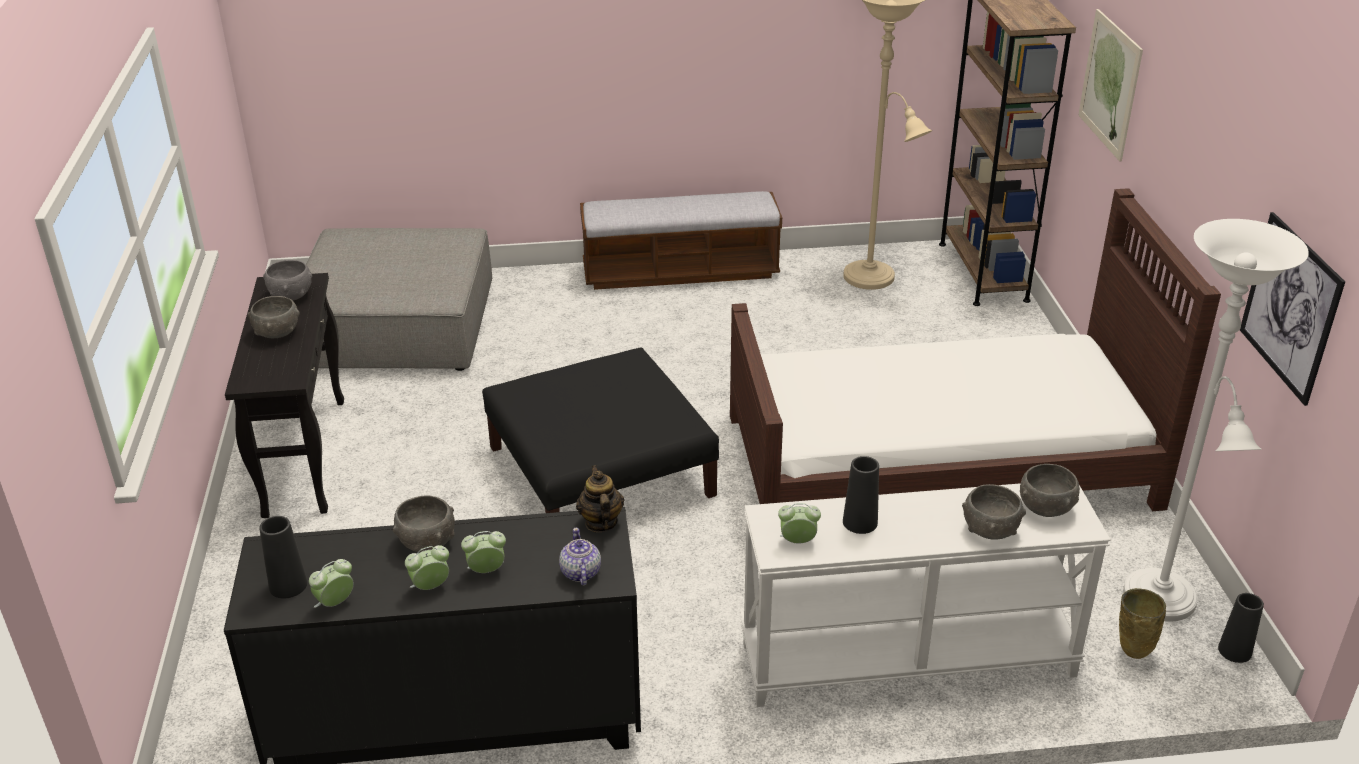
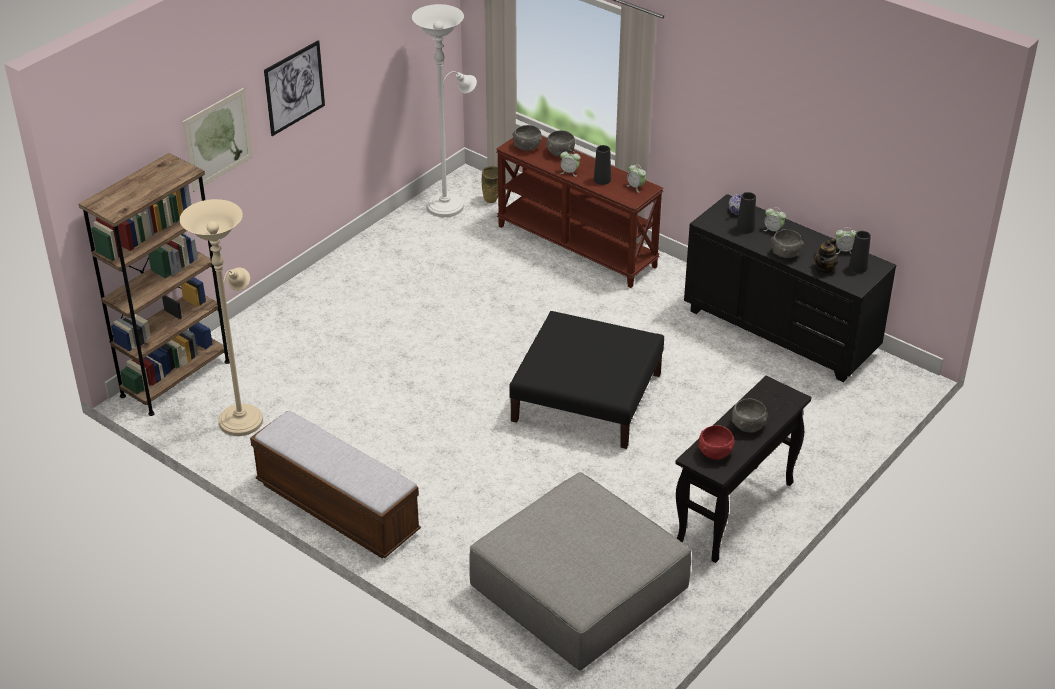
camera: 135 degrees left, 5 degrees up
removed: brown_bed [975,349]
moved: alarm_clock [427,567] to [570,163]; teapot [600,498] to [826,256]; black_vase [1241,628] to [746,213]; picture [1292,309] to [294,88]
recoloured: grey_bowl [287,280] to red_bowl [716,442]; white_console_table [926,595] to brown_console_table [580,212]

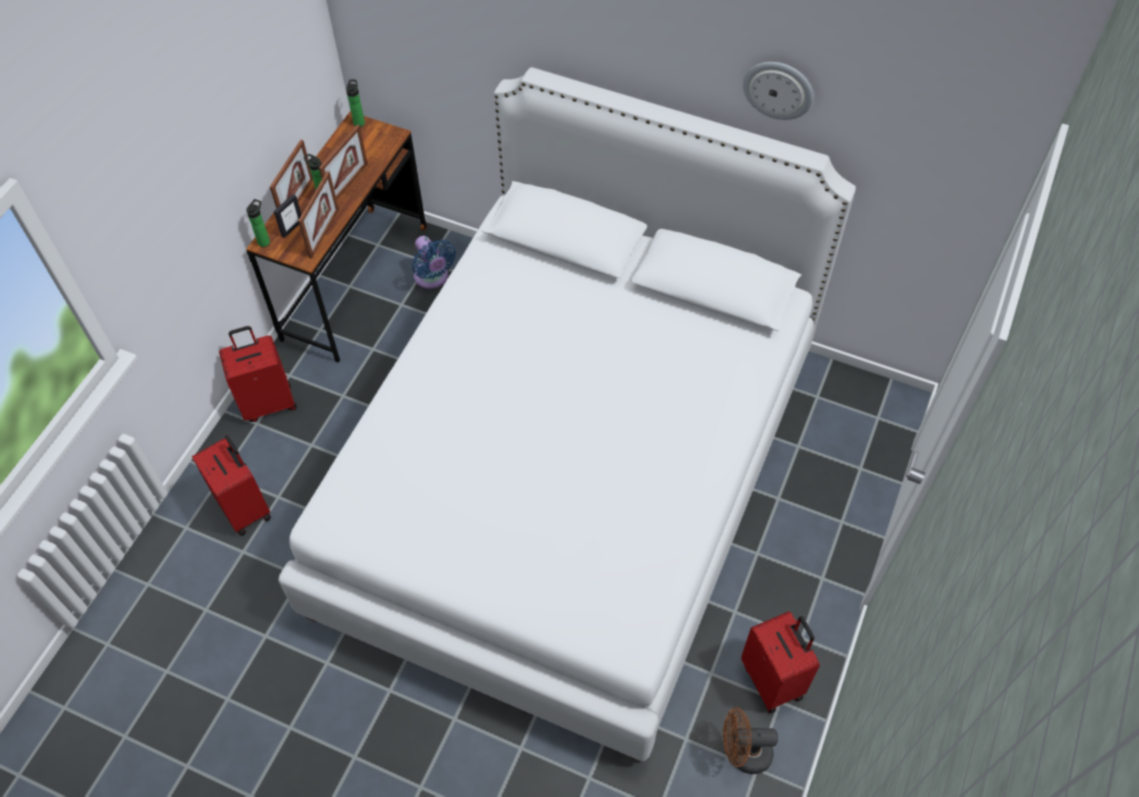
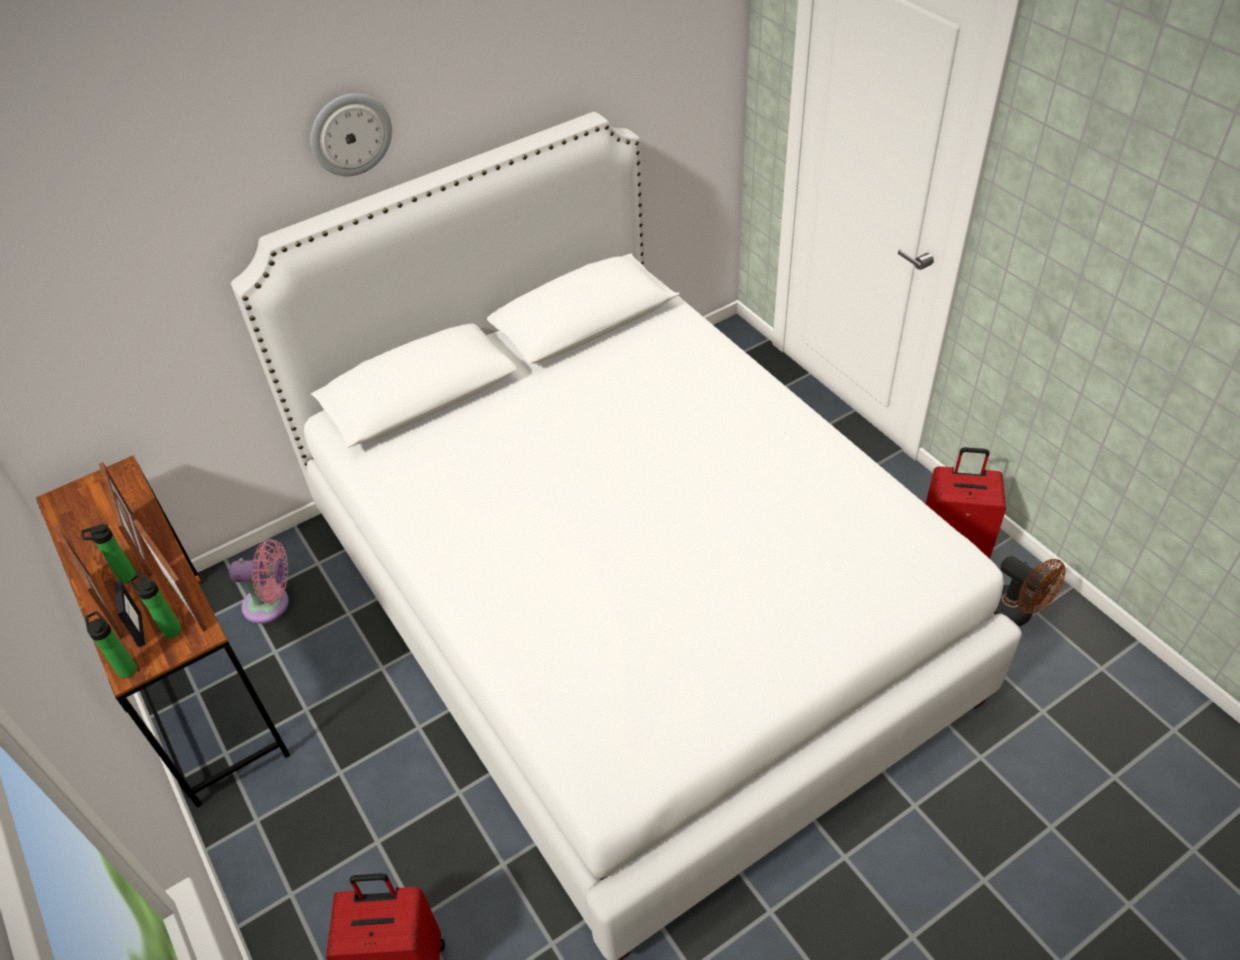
camera: 55 degrees left, 10 degrees down
removed: red_suitcase [258,374]
moved: bottle [355,103] to [155,605]; wall_clock [778,91] to [351,134]
recoloured: blue_fan [434,262] to pink_fan [259,581]
turned: brown_fan [750,740] = [1030,591] 75 degrees counterclockwise

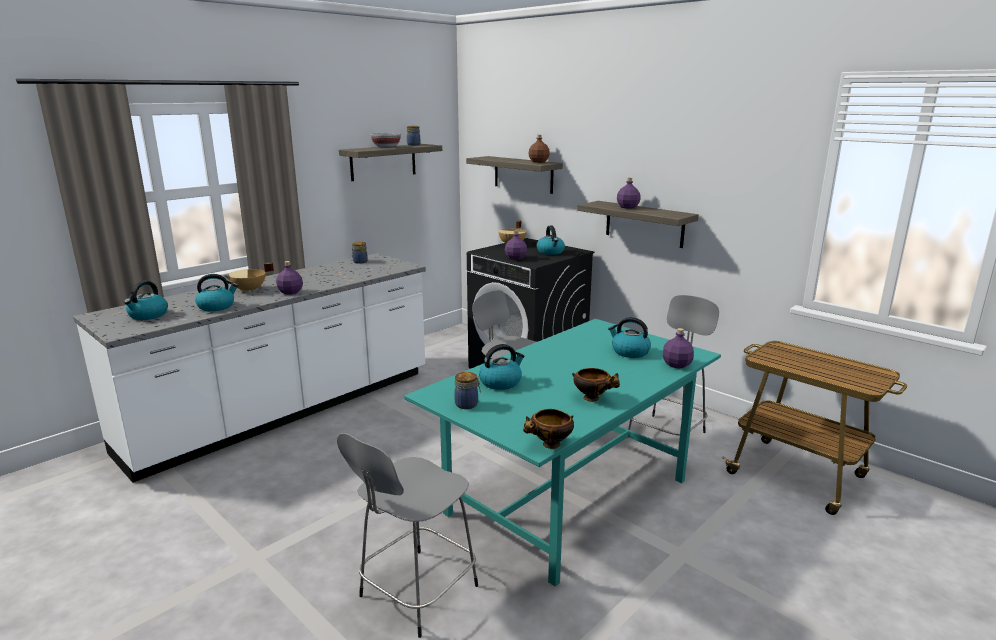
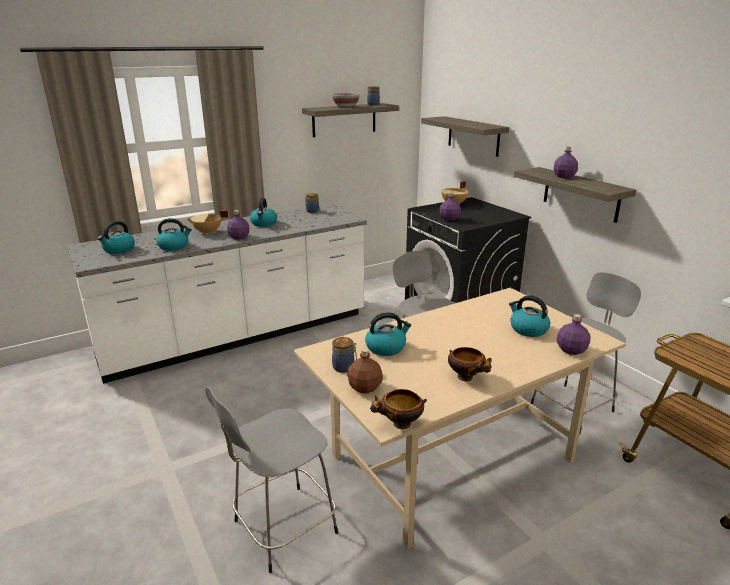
camera: 15 degrees right, 5 degrees up
moved: brown_bottle [539,149] to [365,371]; kettle [551,240] to [263,212]
recoloured: turquoise_dining_table [562,453] to beige_dining_table [459,418]

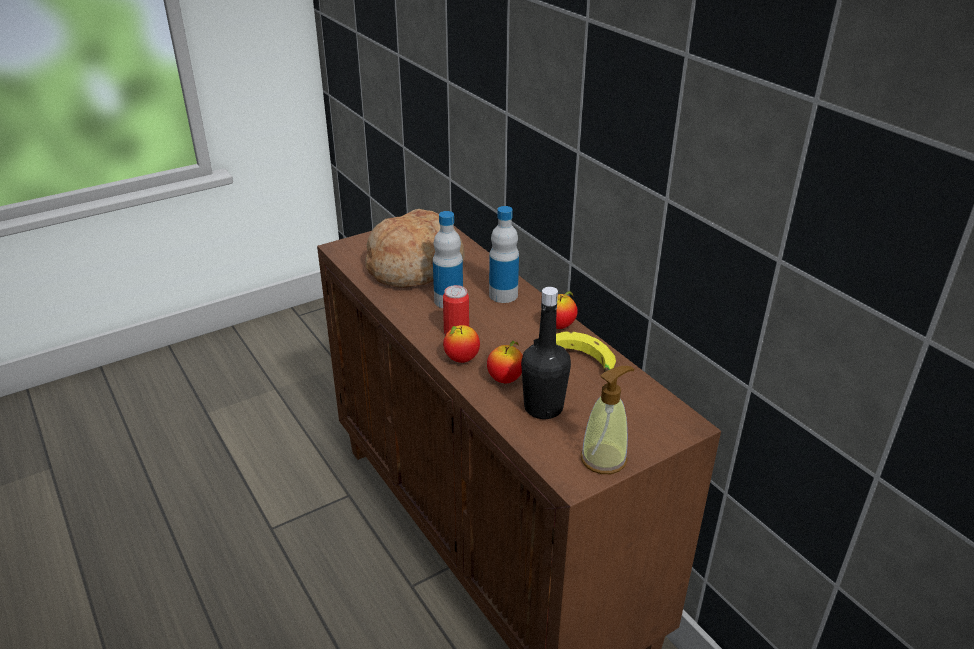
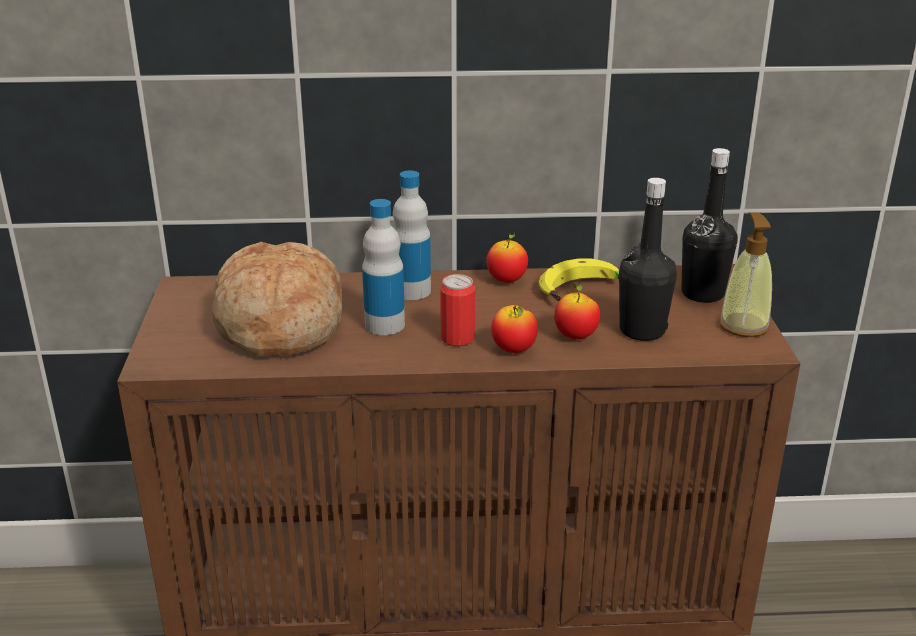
camera: 60 degrees left, 5 degrees down
added: black_bottle [709,225]

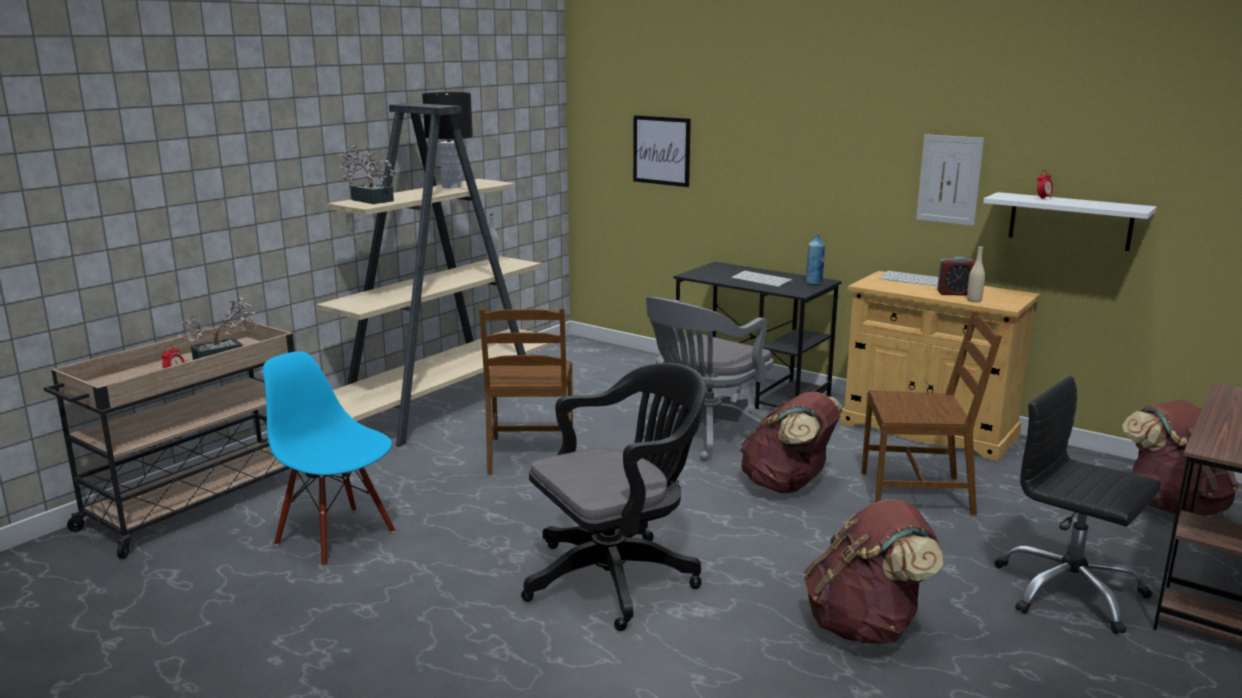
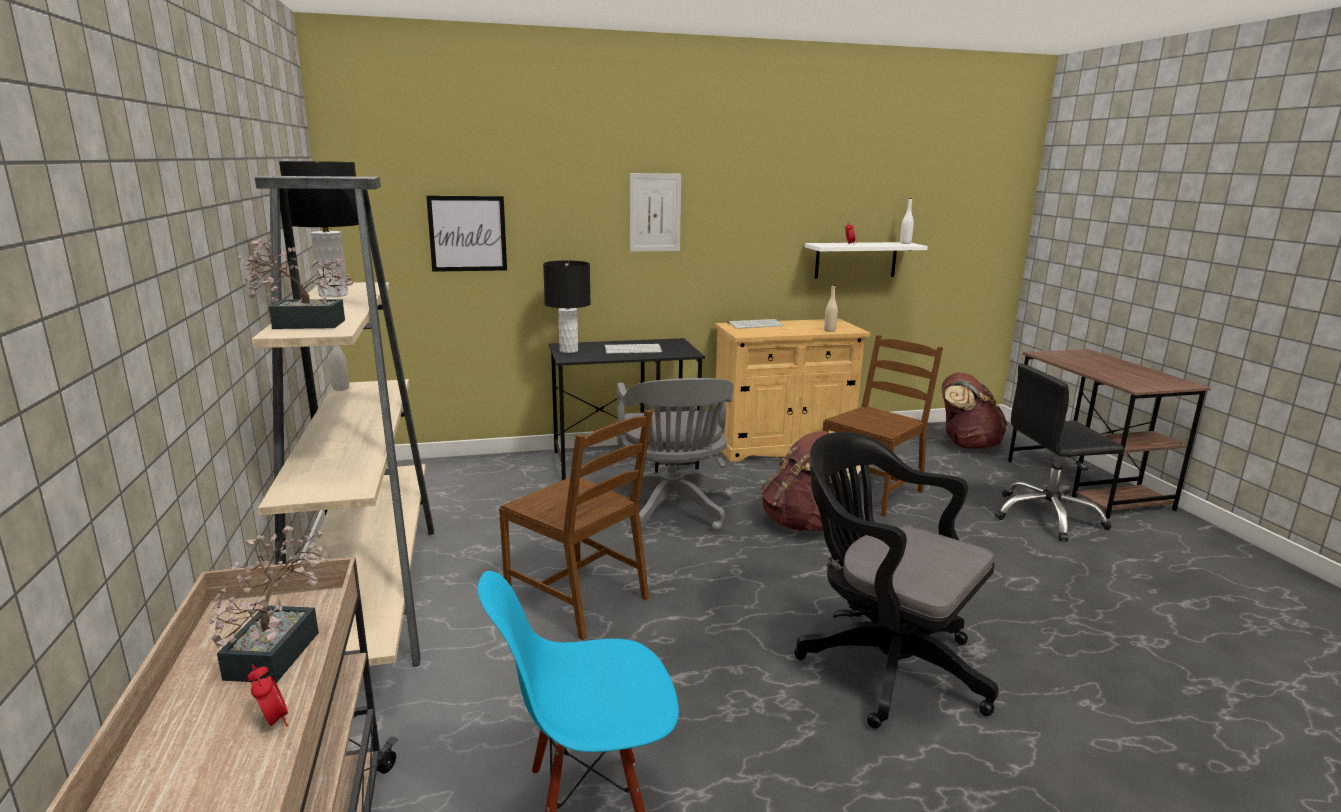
camera: 50 degrees left, 0 degrees up
removed: brown_backpack [873,571]; blue_bottle [815,259]; alarm_clock [956,276]
added: black_table_lamp [567,306]; white_bottle [907,221]
moved: picture [950,180] to [655,212]
turned: black_office_chair [613,497] = [896,580] 60 degrees counterclockwise

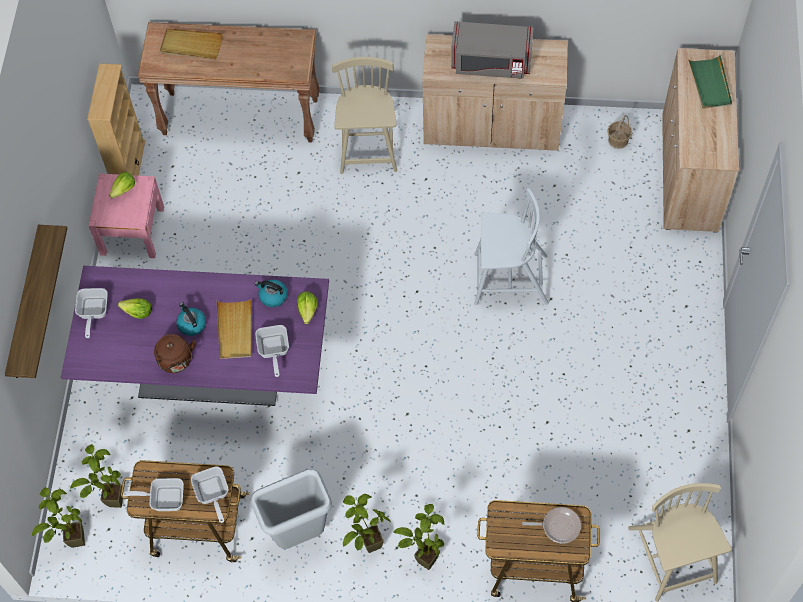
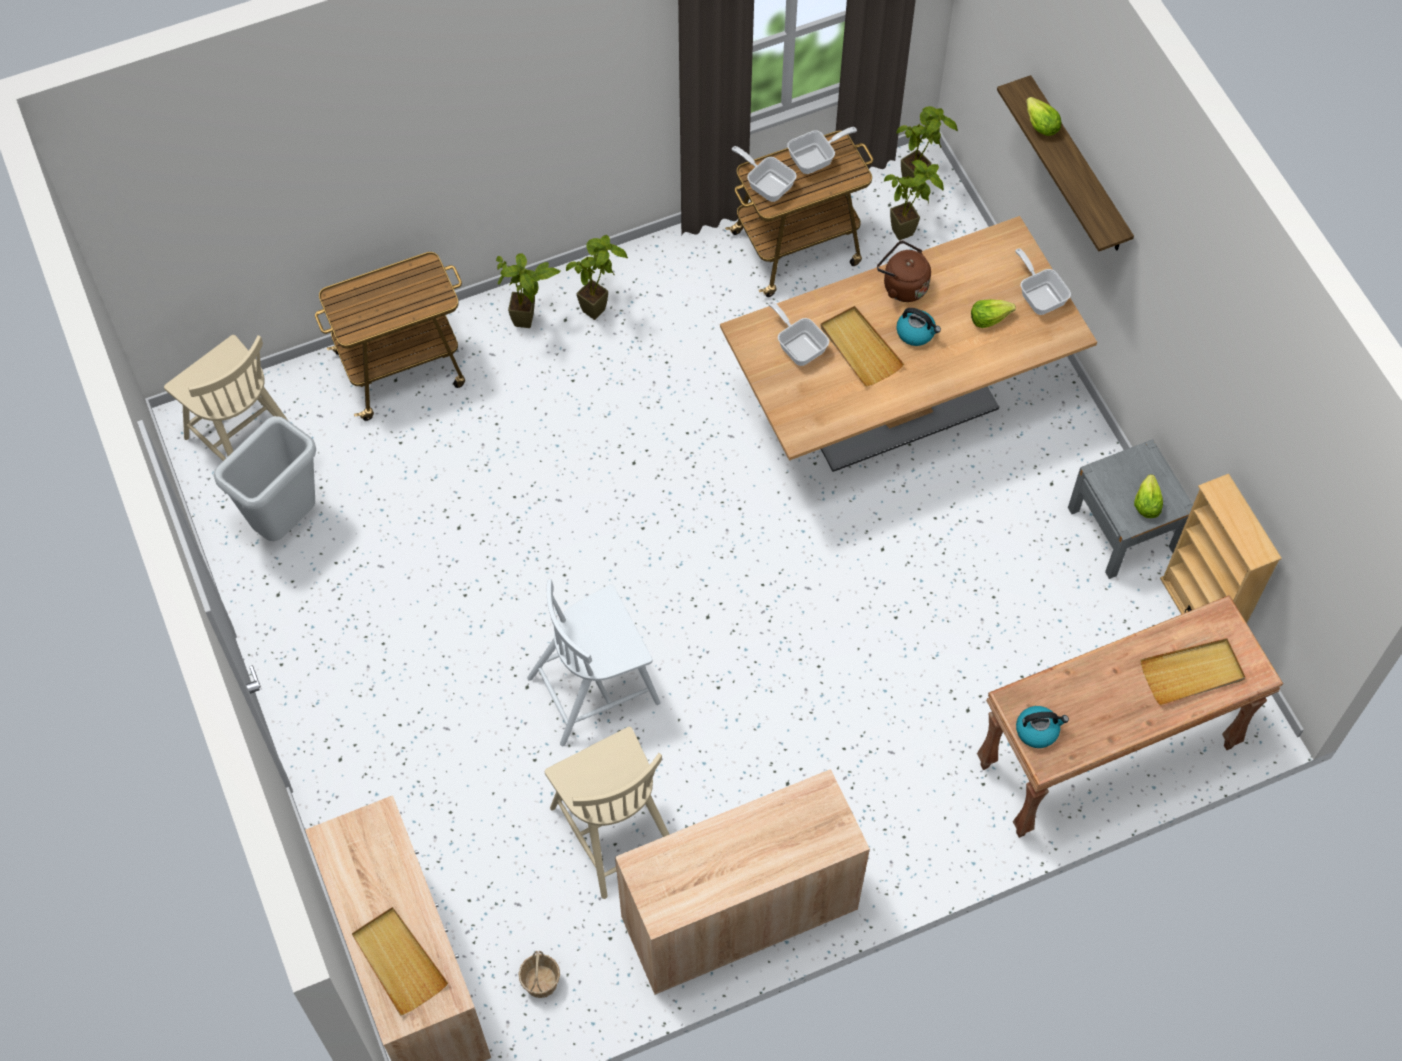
camera: 150 degrees right, 0 degrees up
removed: grey_microwave [492,50]; frying_pan [551,525]
moved: grey_trash_can [291,509] to [264,478]; kettle [271,293] to [1042,727]; lettuce [307,307] to [1044,116]; beige_chair [364,115] to [607,813]
recoloured: purple_dining_table [195,336] to beige_dining_table [908,344]; pink_nightstand [126,215] to grey_nightstand [1130,509]; green_tray [710,82] to beige_tray [400,961]

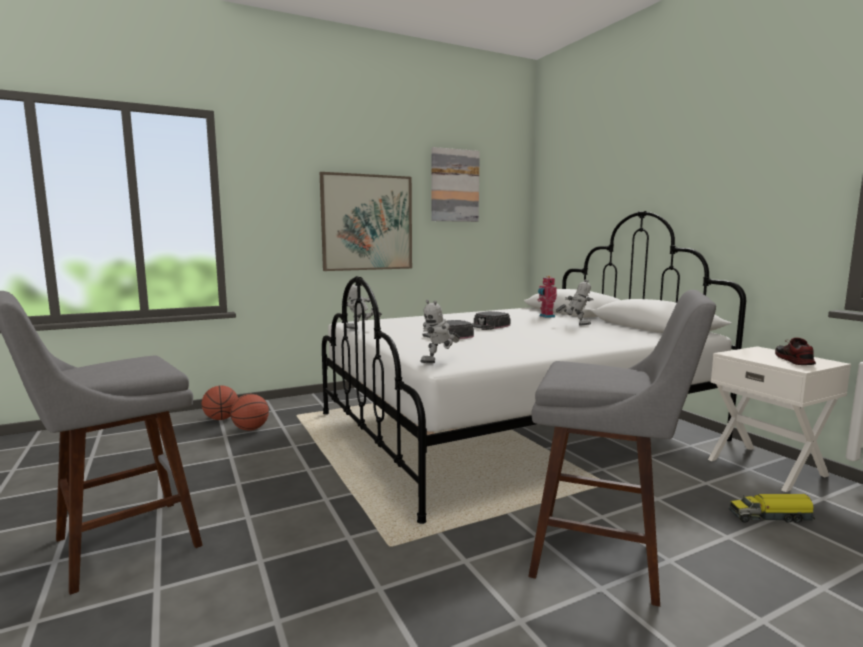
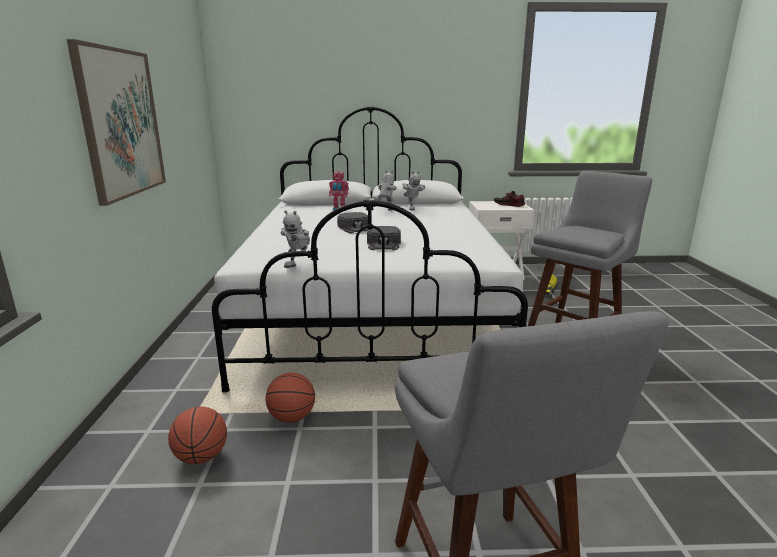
camera: 65 degrees left, 10 degrees up
removed: picture [456,184]
moved: basketball [220,403] to [290,398]; toy_robot [440,331] to [414,190]

